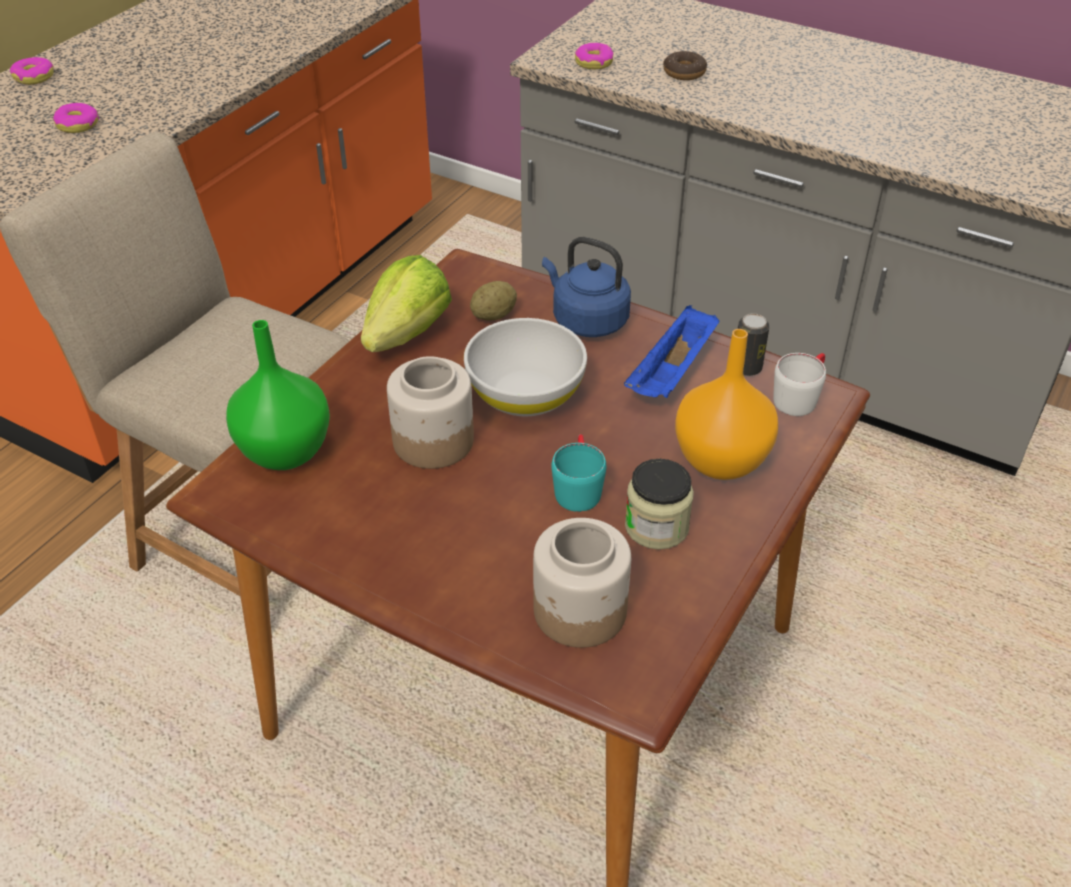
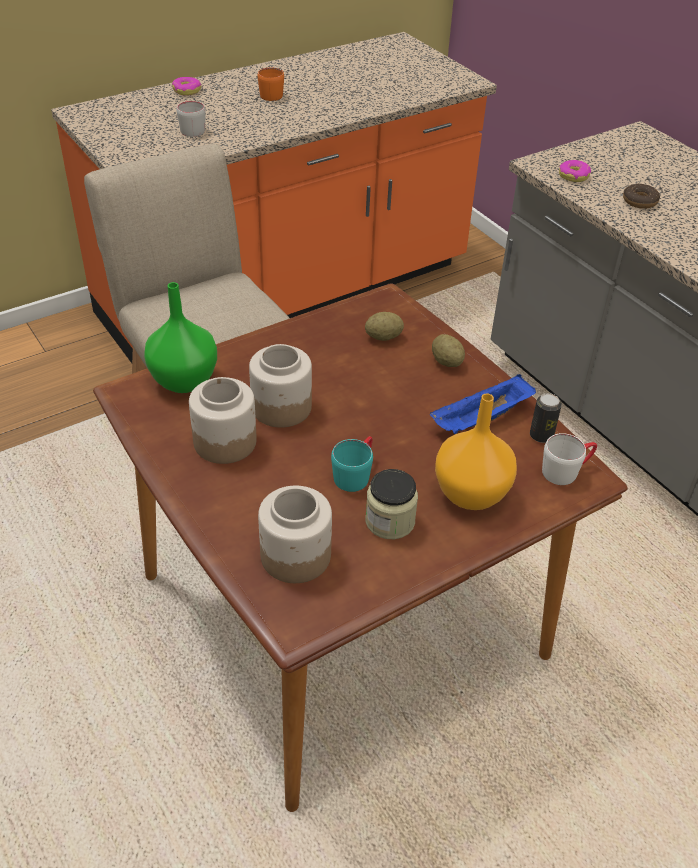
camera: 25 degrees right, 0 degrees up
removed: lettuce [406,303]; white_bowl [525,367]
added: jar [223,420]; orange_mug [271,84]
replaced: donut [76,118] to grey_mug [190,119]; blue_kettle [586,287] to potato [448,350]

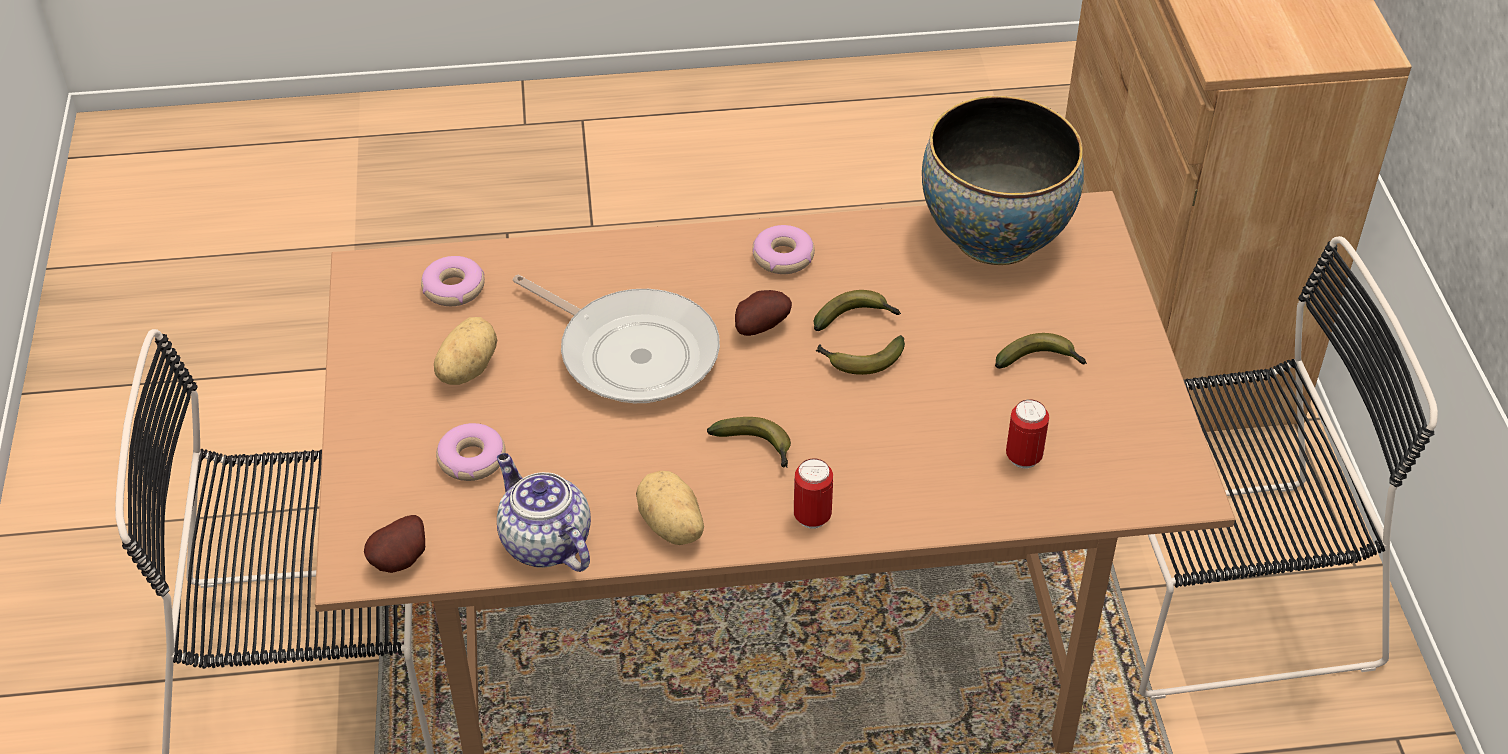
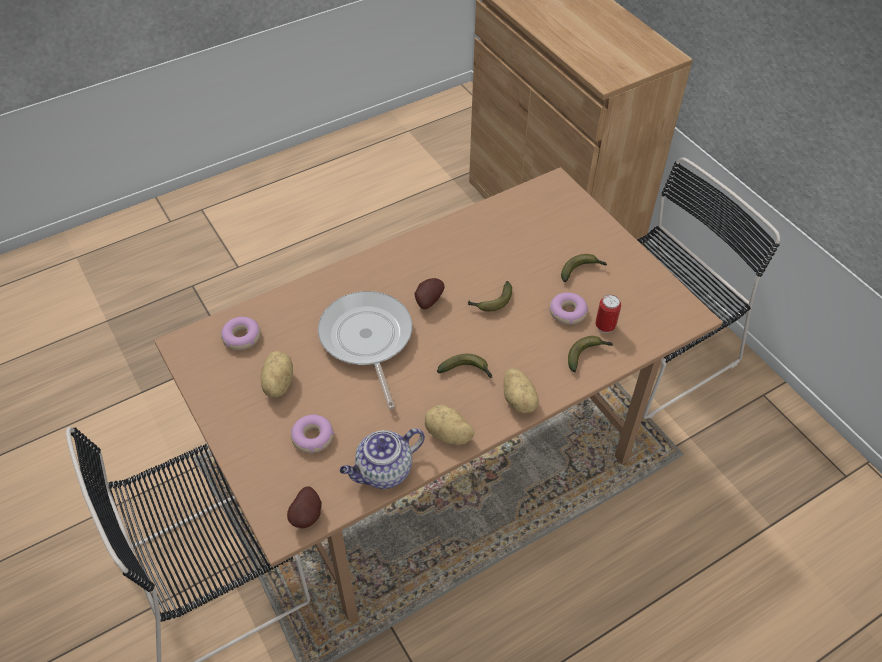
camera: 25 degrees left, 5 degrees up
removed: bowl [1003,180]
moved: donut [783,249] to [568,308]; banana [857,310] to [590,354]
replaced: can [813,493] to potato [521,390]
turned: teapot [544,512] = [382,458] 60 degrees counterclockwise; frying_pan [616,339] = [365,350] 120 degrees counterclockwise

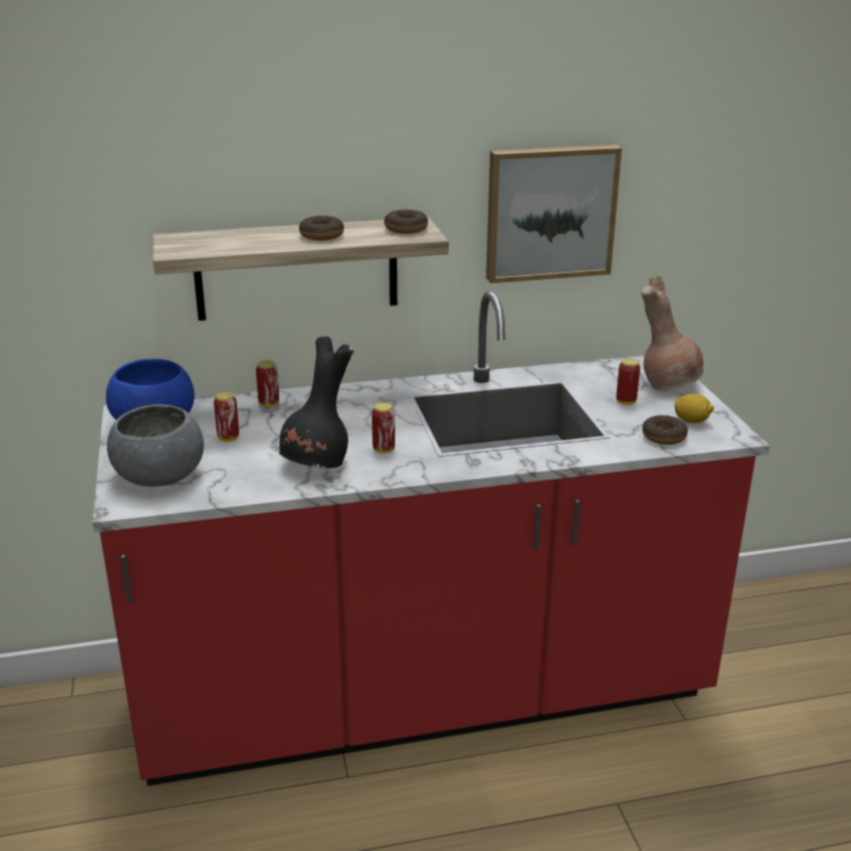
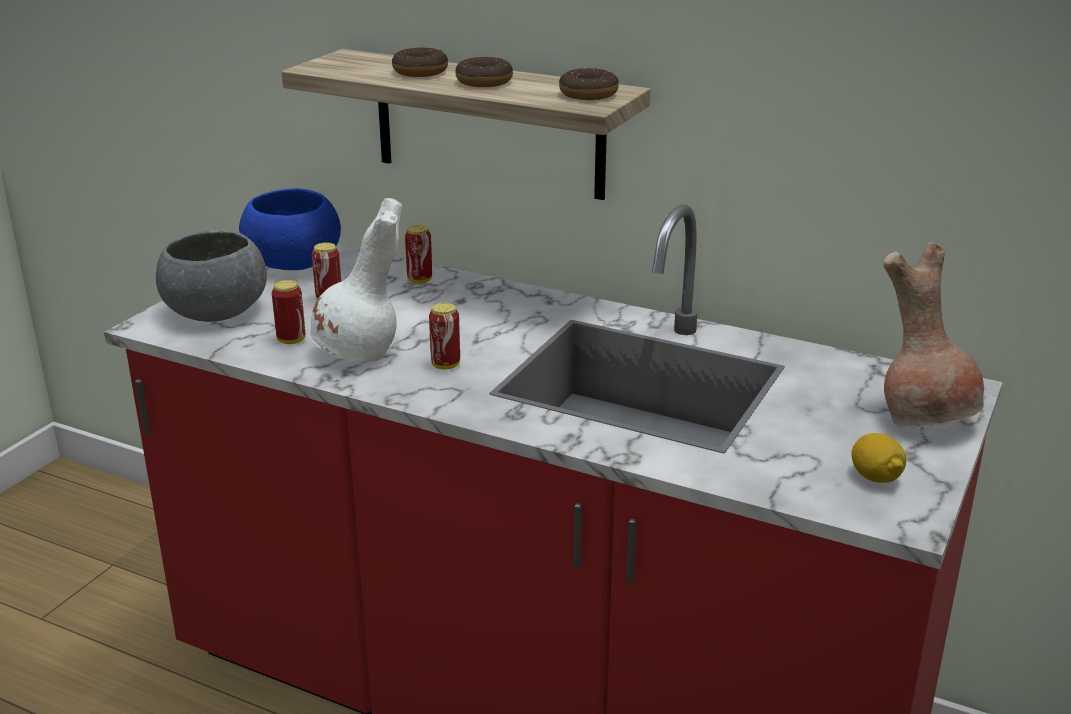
camera: 40 degrees right, 0 degrees up
removed: picture [554,214]
moved: can [628,381] to [288,312]; donut [665,430] to [420,62]
recoloured: black_vase [316,402] to white_vase [356,280]

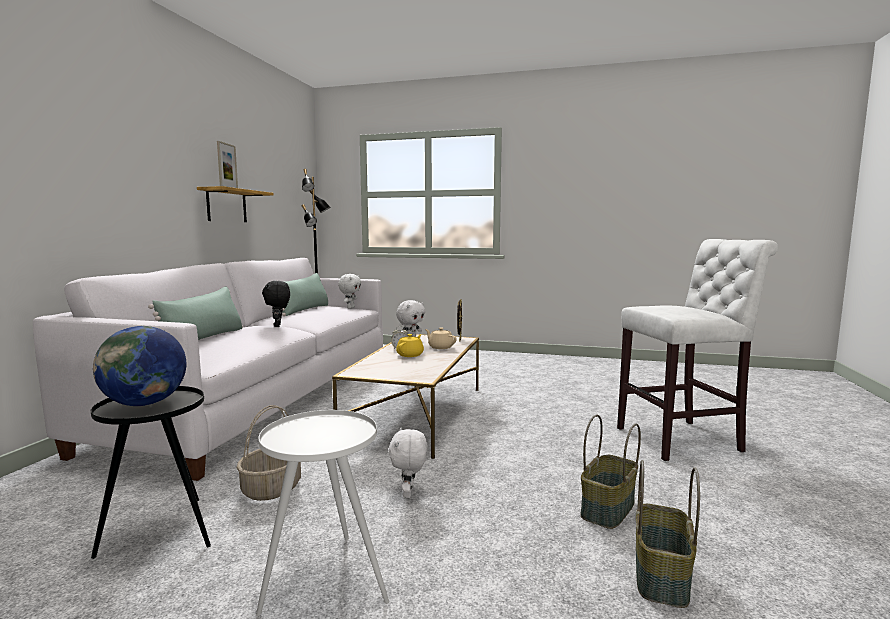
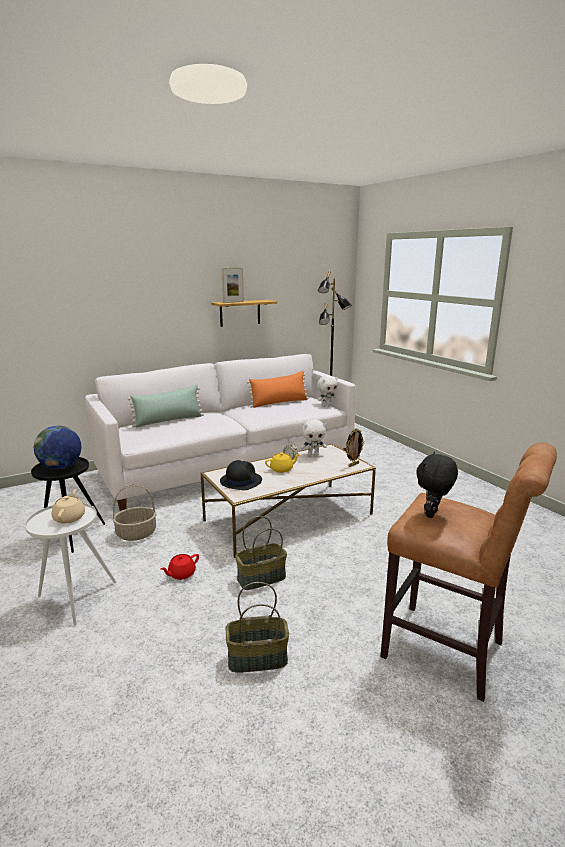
camera: 45 degrees right, 10 degrees up
added: black_hat [241,475]
moved: black_plush_toy [276,304] to [437,485]; beige_teapot [441,338] to [68,506]; basket [668,534] to [261,553]
replaced: white_plush_toy [407,463] to red_teapot [180,567]
recoloured: green_pillow [305,294] to orange_pillow [278,389]; white_stool [697,350] to brown_stool [468,572]

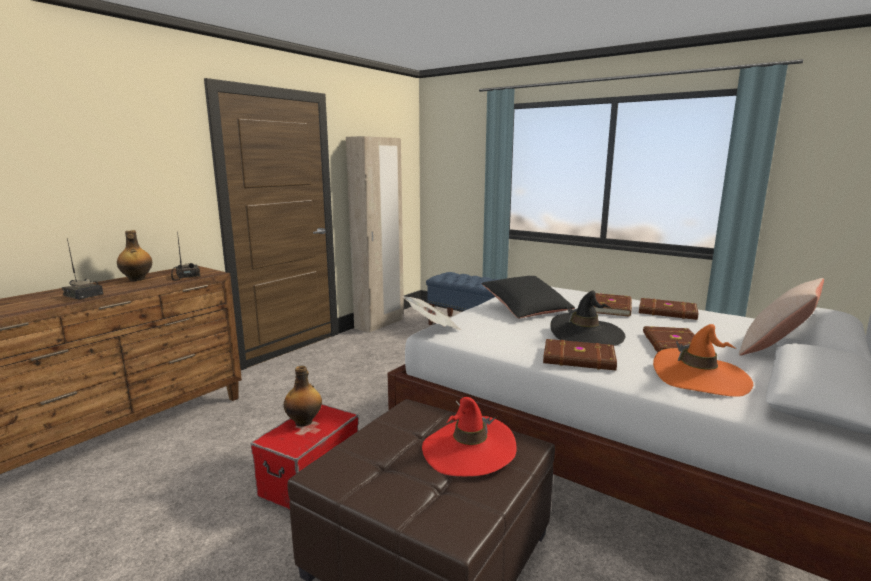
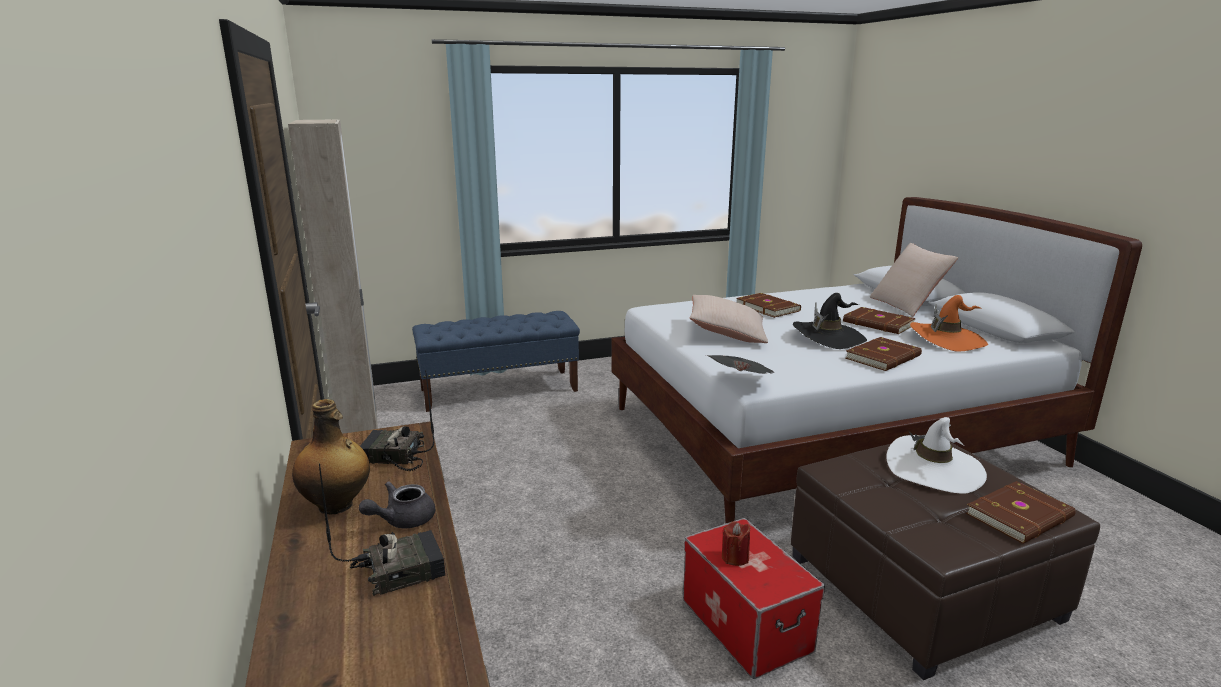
camera: 55 degrees left, 5 degrees up
added: grey_teapot [397,504]
moved: brown_book [668,309] to [1020,512]
replaced: bottle [302,396] to red_candle [736,543]
recoloured: red_hat [469,436] to white_hat [936,455]; black_pillow [528,297] to beige_pillow [729,319]

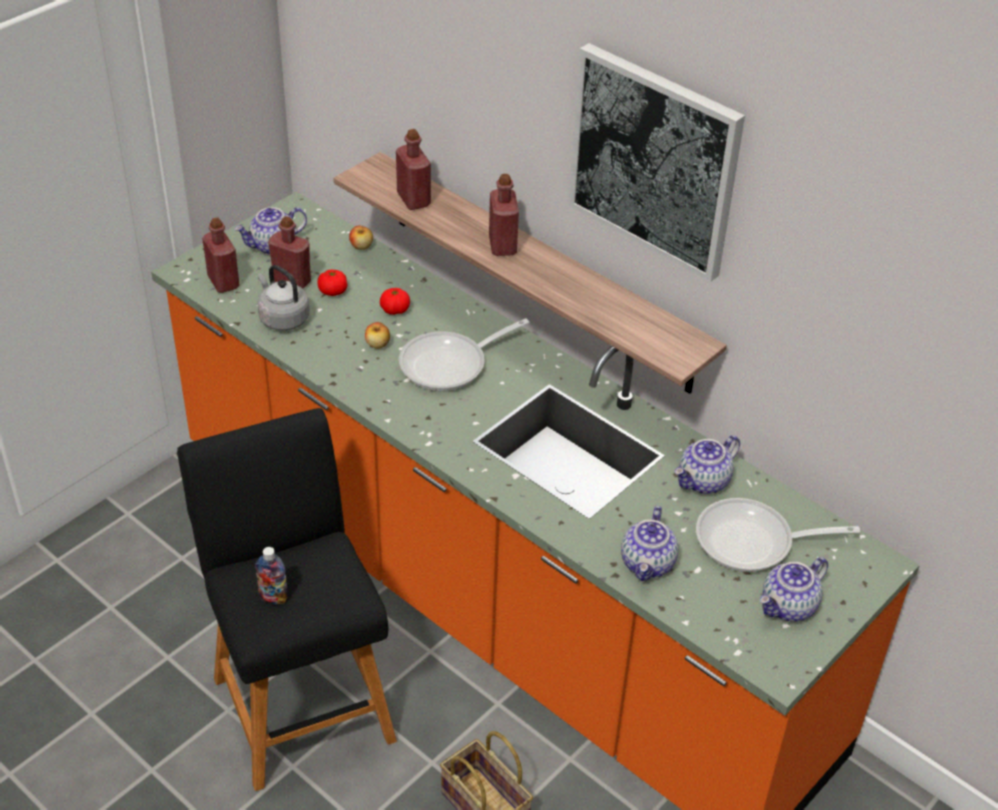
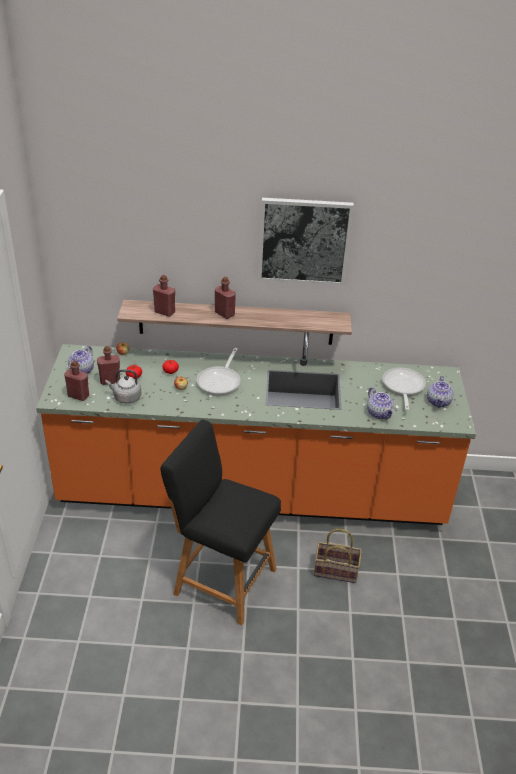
camera: 40 degrees left, 5 degrees down
removed: bottle [271,575]; teapot [707,464]
turned: frying_pan [778,535] = [404,388] 135 degrees clockwise

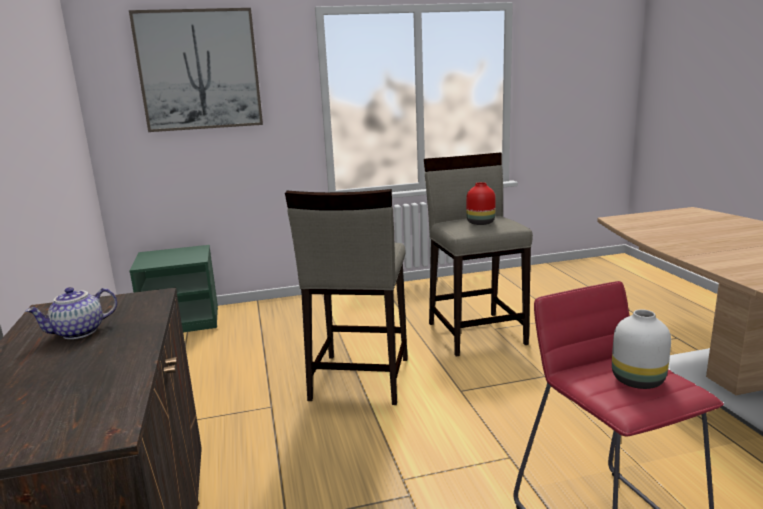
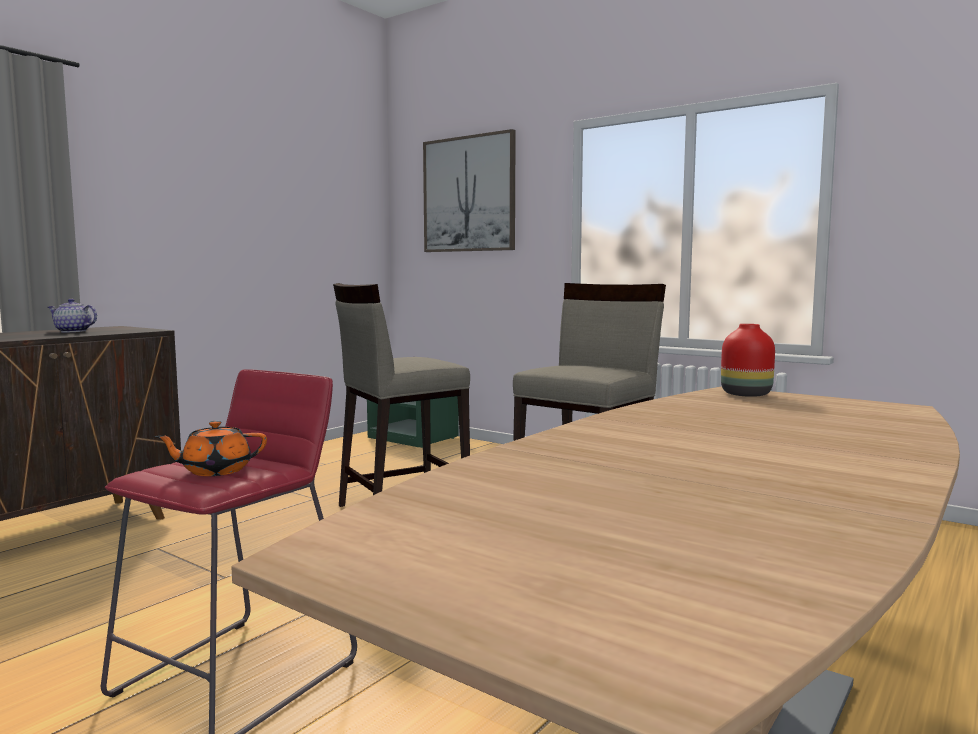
camera: 50 degrees right, 10 degrees down
moved: red_vase [481,203] to [748,360]
replaced: white_vase [641,349] to orange_teapot [210,448]

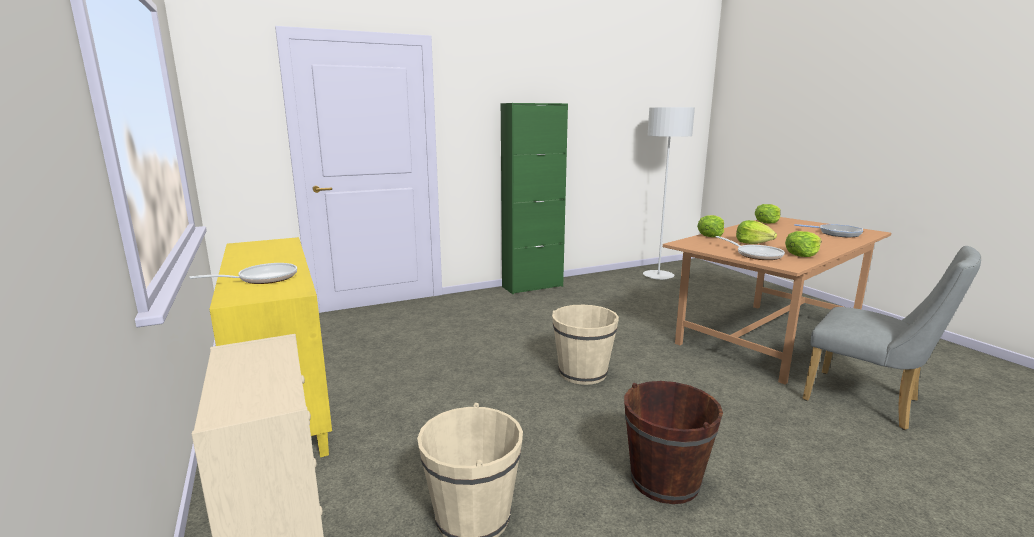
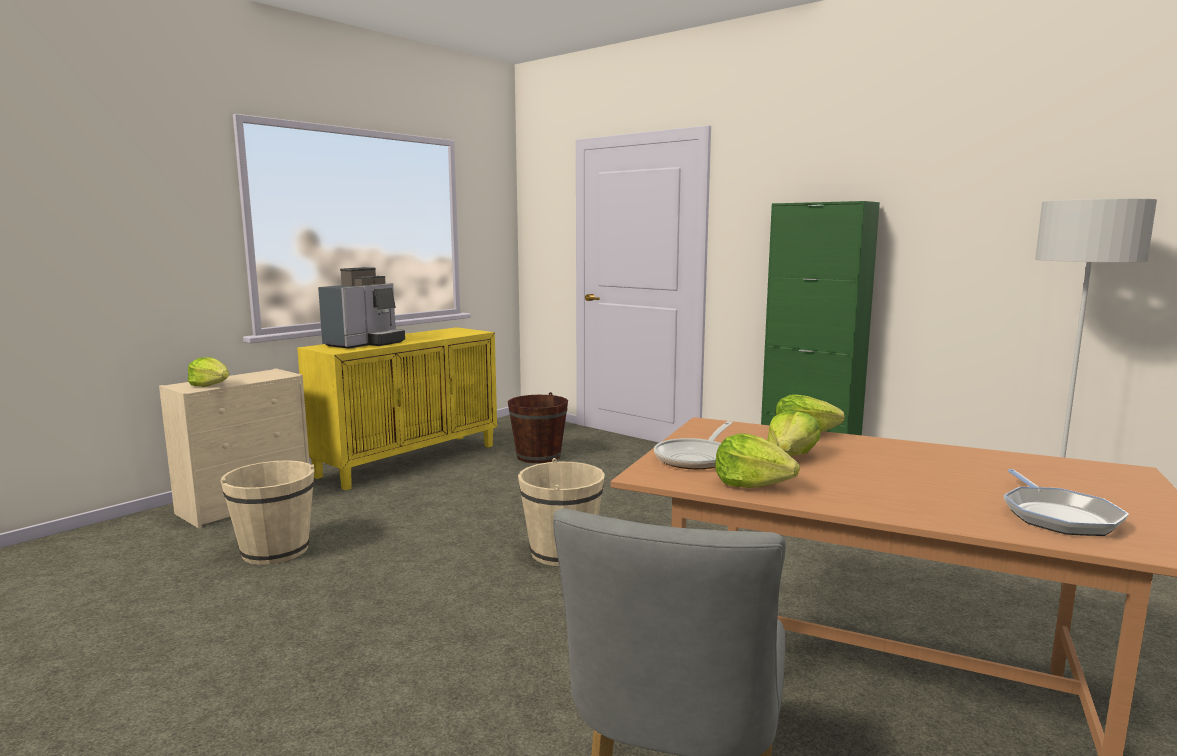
camera: 65 degrees right, 5 degrees down
moved: brown_bucket [673,442] to [538,427]; lettuce [768,213] to [208,372]
replaced: frying_pan [243,273] to coffee_machine [361,308]

